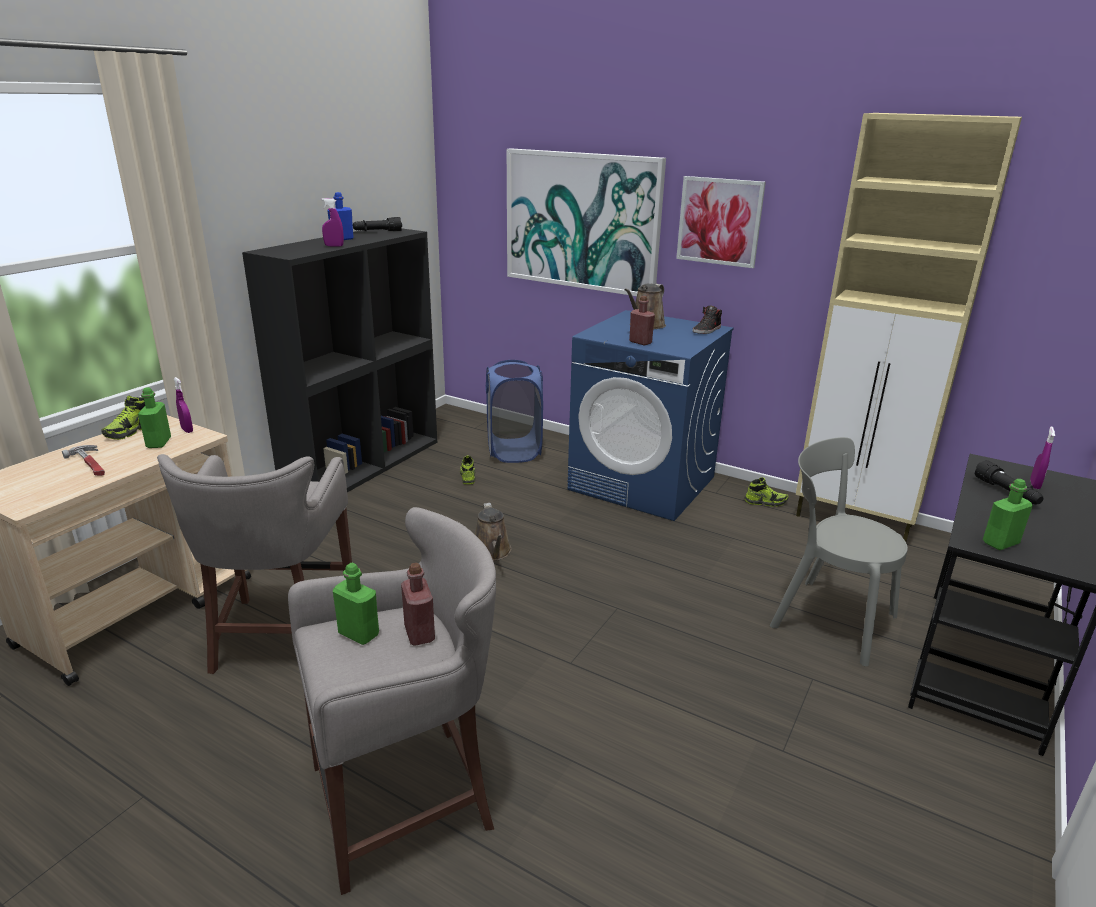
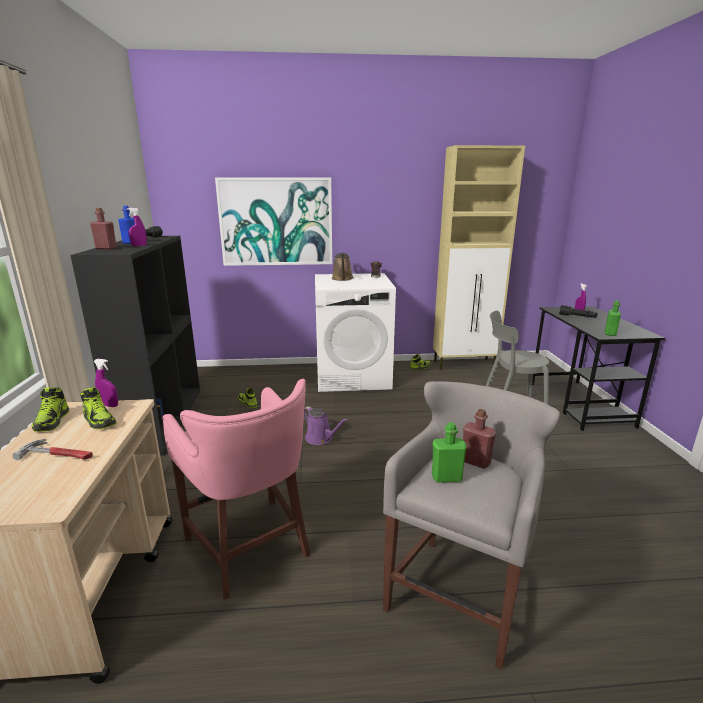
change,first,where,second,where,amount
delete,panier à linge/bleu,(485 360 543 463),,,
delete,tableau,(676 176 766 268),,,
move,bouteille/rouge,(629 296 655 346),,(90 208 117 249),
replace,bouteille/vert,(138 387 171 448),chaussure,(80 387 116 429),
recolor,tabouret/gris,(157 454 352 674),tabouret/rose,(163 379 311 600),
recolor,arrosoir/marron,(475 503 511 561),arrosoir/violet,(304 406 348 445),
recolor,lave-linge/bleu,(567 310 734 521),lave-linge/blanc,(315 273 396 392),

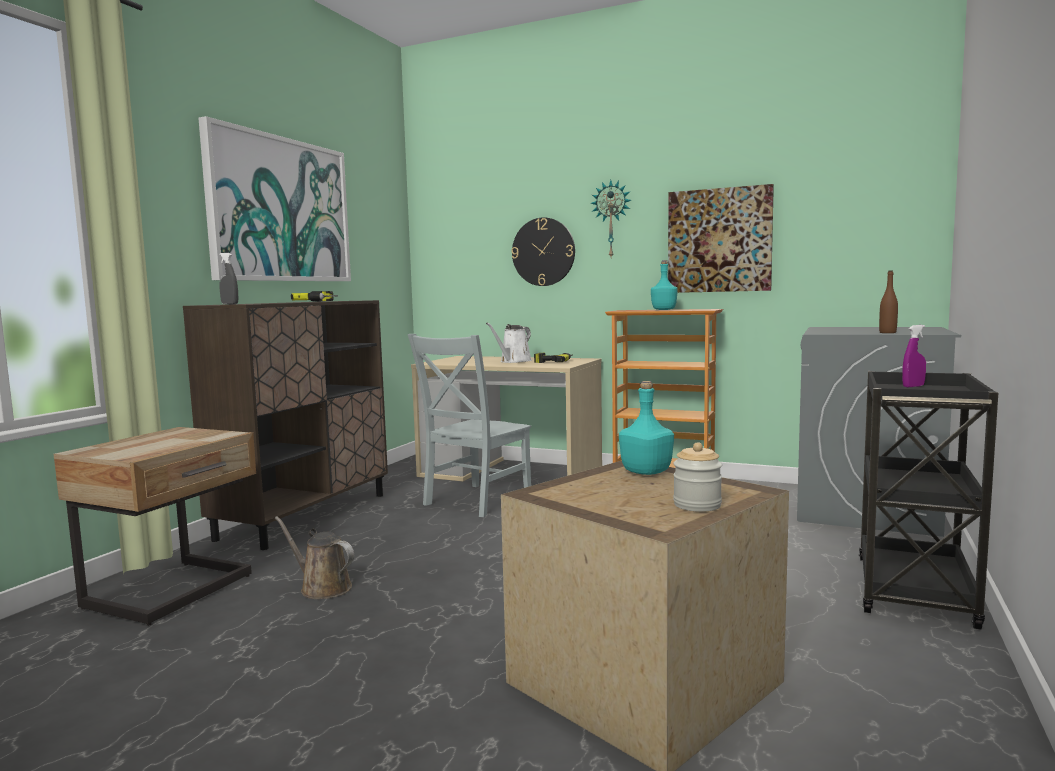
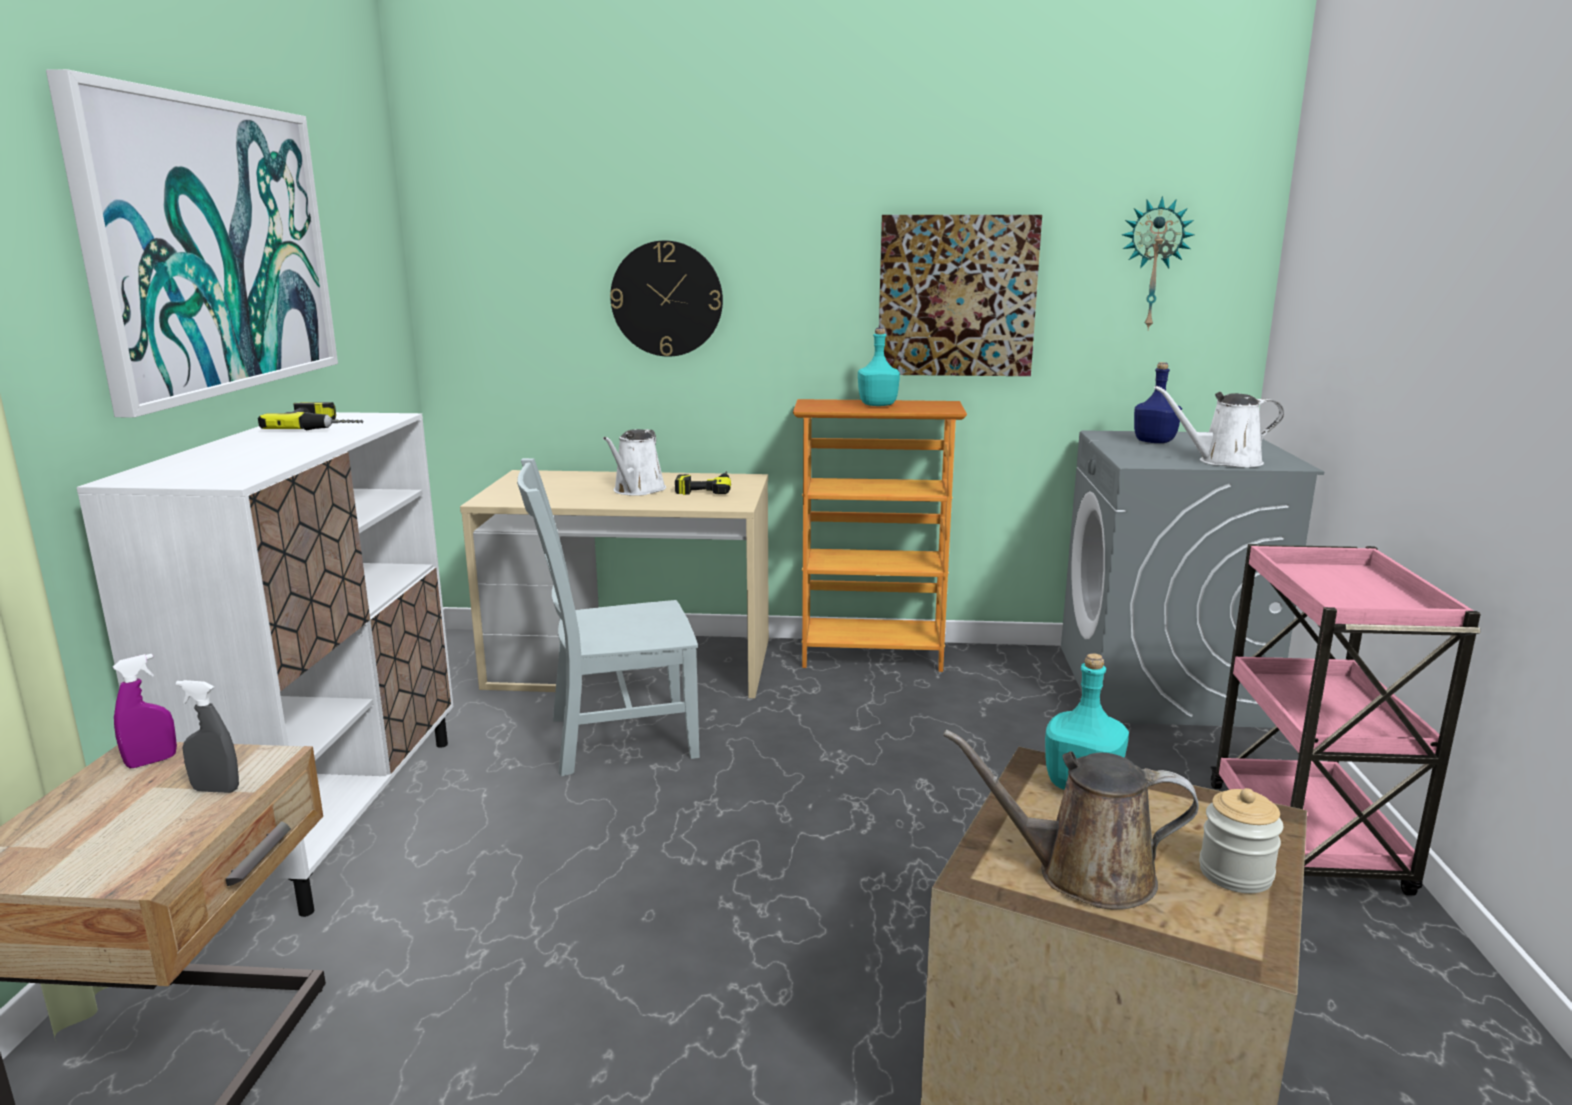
change,first,where,second,where,amount
insert,,,bouteille/bleu,(1134 362 1182 443),
move,vaporisateur/gris,(219 253 238 304),,(176 680 239 793),
move,arrosoir/marron,(275 516 355 599),,(943 730 1199 910),
move,horloge murale,(590 180 631 257),,(1122 196 1195 330),
move,vaporisateur/violet,(902 325 926 387),,(113 654 177 768),
replace,bouteille/marron,(879 270 898 333),arrosoir/blanc,(1154 386 1284 467),
recolor,meuble de rangement/marron,(183 300 388 550),meuble de rangement/blanc,(76 412 453 917),
recolor,chariot/noir,(859 371 998 629),chariot/rose,(1210 544 1481 896),
rotate,chaise/gris,(408 334 531 517),,(517 458 700 777),60 degrees clockwise

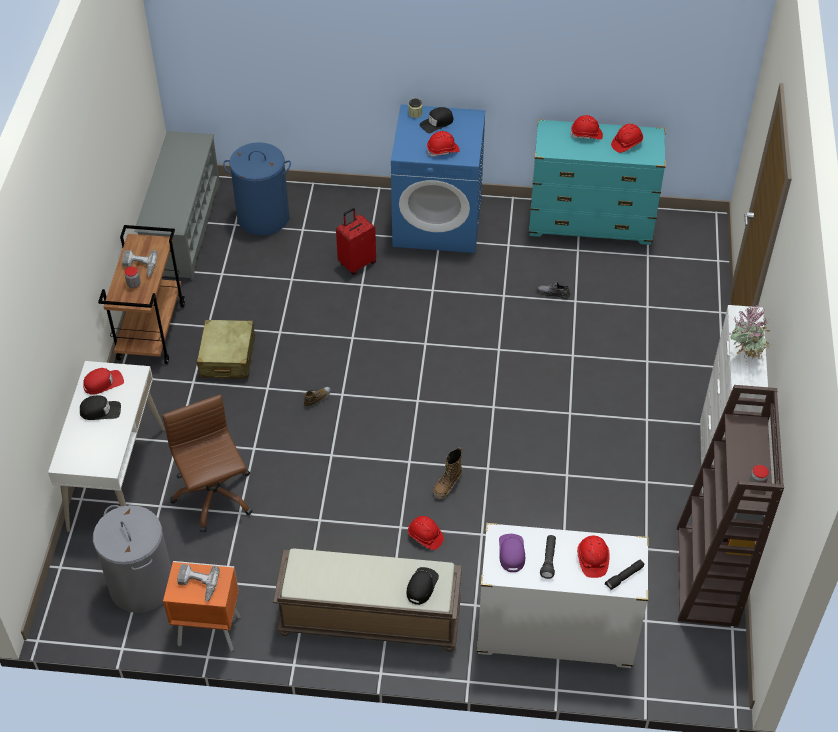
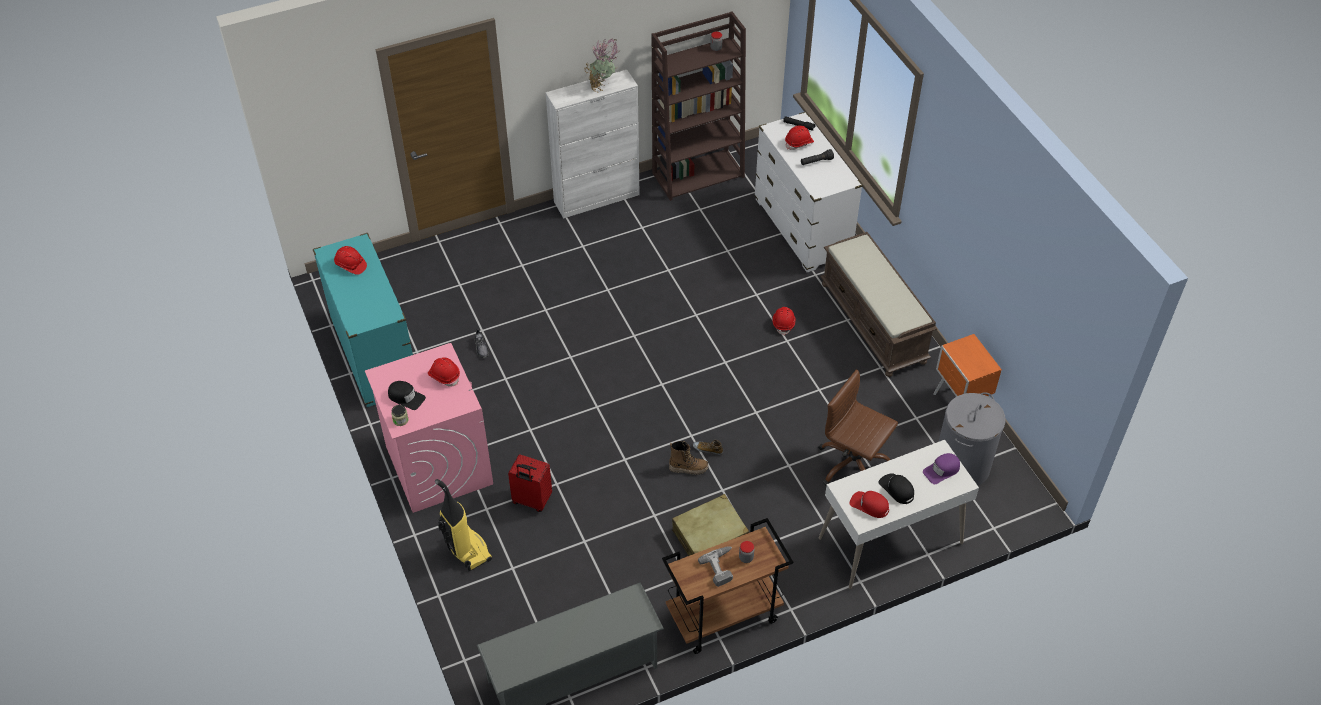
change,first,where,second,where,amount
delete,perceuse,(177 564 219 602),,,
delete,panier à linge/bleu,(223 142 291 235),,,
delete,casquette/noir,(406 567 439 605),,,
delete,casque de chantier/rouge,(570 115 603 140),,,
insert,,,aspirateur,(435 479 492 572),
move,botte,(433 447 462 499),,(669 441 708 475),
move,casquette/violet,(499 534 525 572),,(923 453 960 484),
recolor,lave-linge/bleu,(391 104 485 253),lave-linge/rose,(365 343 493 513),
rotate,chaise de bureau/marron,(162 395 252 532),,(818 369 898 486),90 degrees clockwise

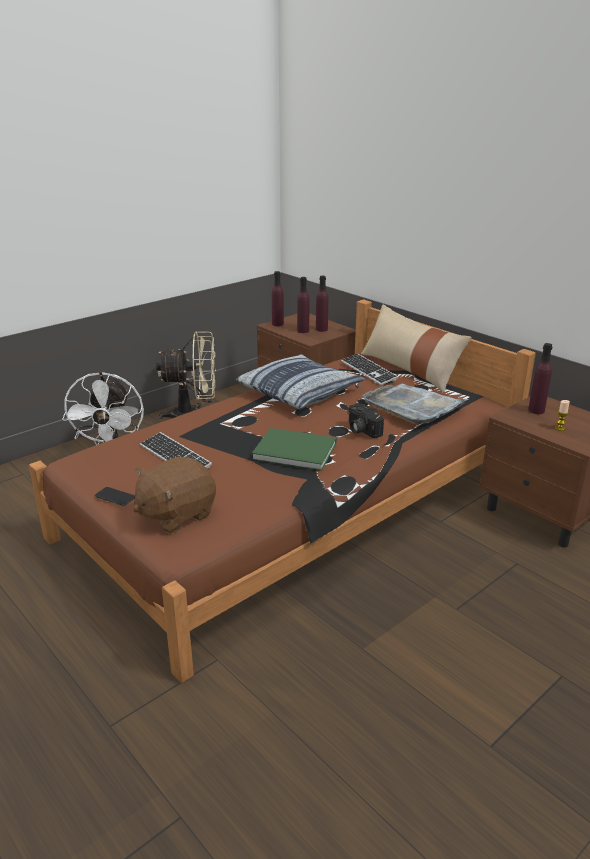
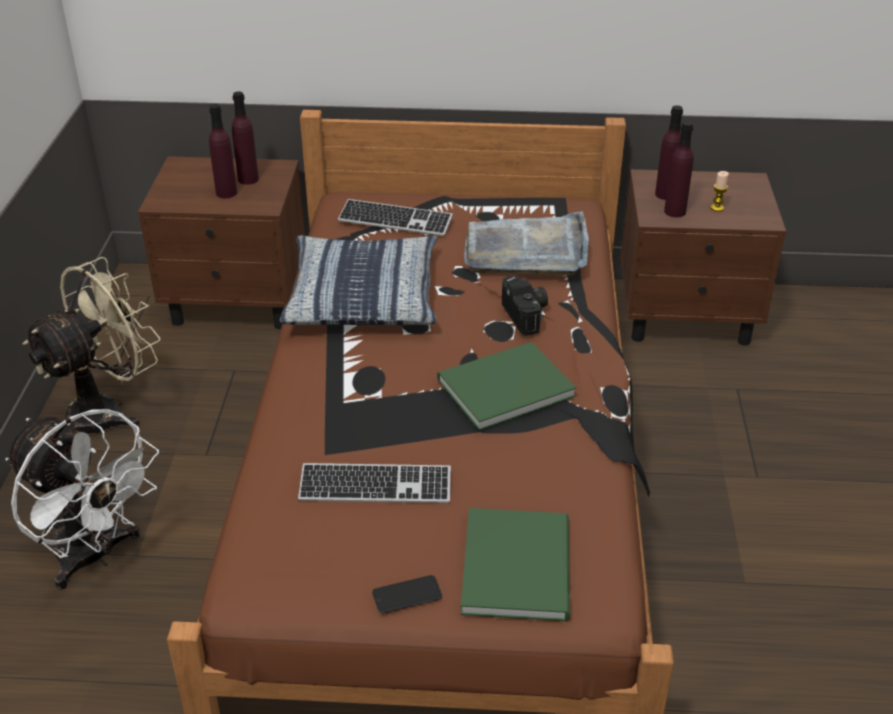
change,first,where,second,where,amount
delete,coussin/beige,(361 304 472 392),,,
move,bouteille/violet,(272 271 284 326),,(664 121 694 217),
replace,peluche/marron,(133 456 216 534),livre/vert,(461 508 570 621),
rotate,appareil photo,(347 404 384 438),,(502 275 548 336),120 degrees counterclockwise

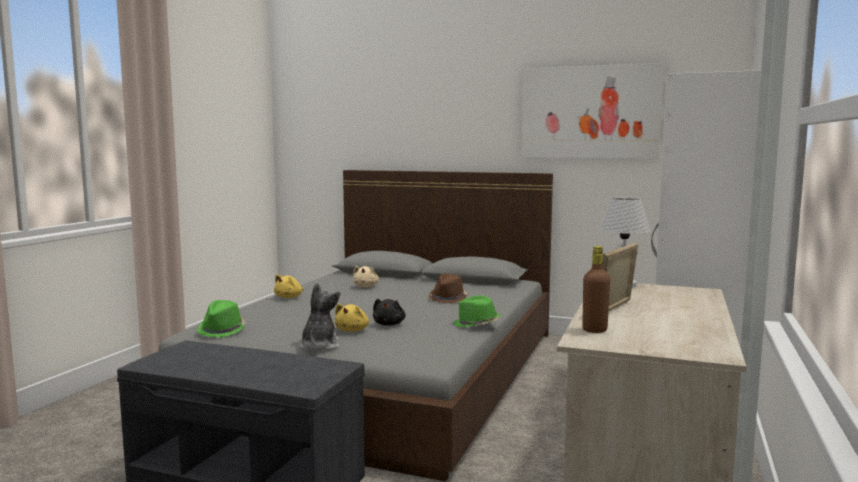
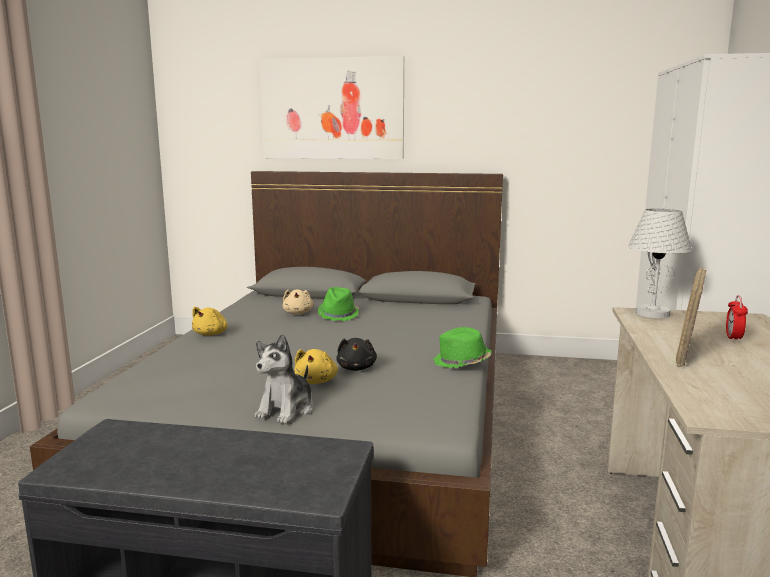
change,first,where,second,where,amount
delete,chapeau/marron,(429 273 468 303),,,
delete,bouteille/marron,(582 246 610 333),,,
insert,,,réveil,(726 295 748 342),
move,chapeau/vert,(196 300 246 338),,(318 287 359 321),
move,tableau,(522 63 664 158),,(259 56 404 159),
rotate,peluche,(300 283 340 351),,(255 334 313 424),150 degrees counterclockwise

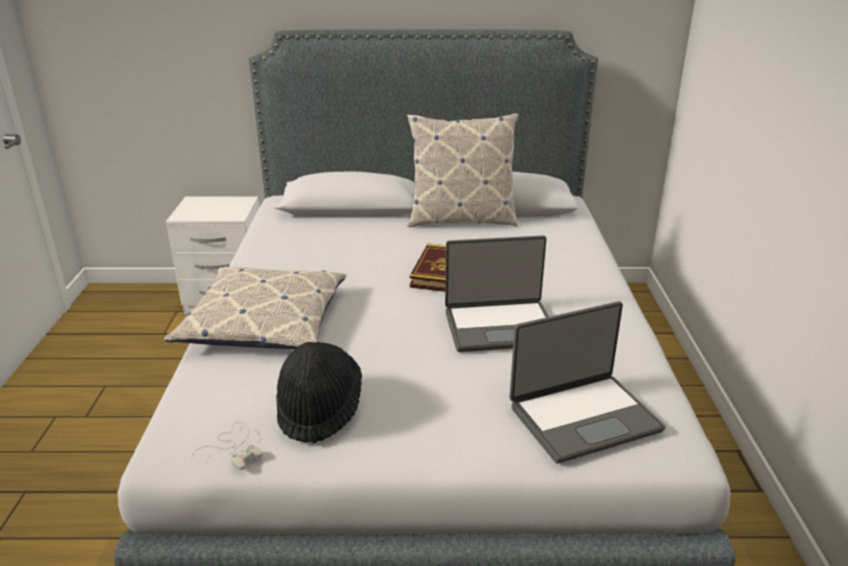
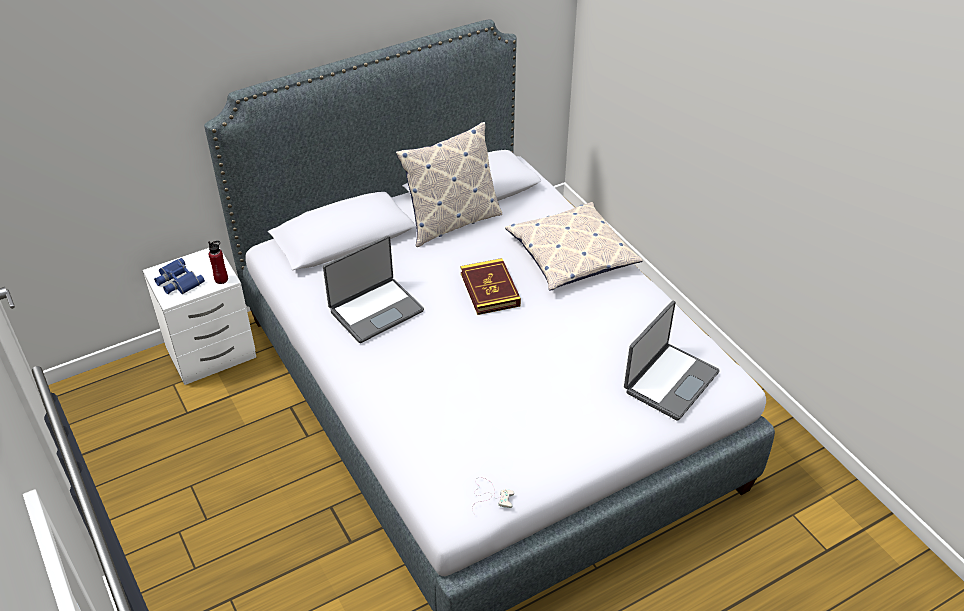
change,first,where,second,where,amount
delete,chapeau/noir,(276 342 362 443),,,
insert,,,jumelles/bleu,(154 258 205 294),
insert,,,bouteille/rouge,(208 241 228 284),
move,coussin,(164 266 347 349),,(505 202 643 291),
move,ordinateur portable,(445 235 549 352),,(323 236 424 343),

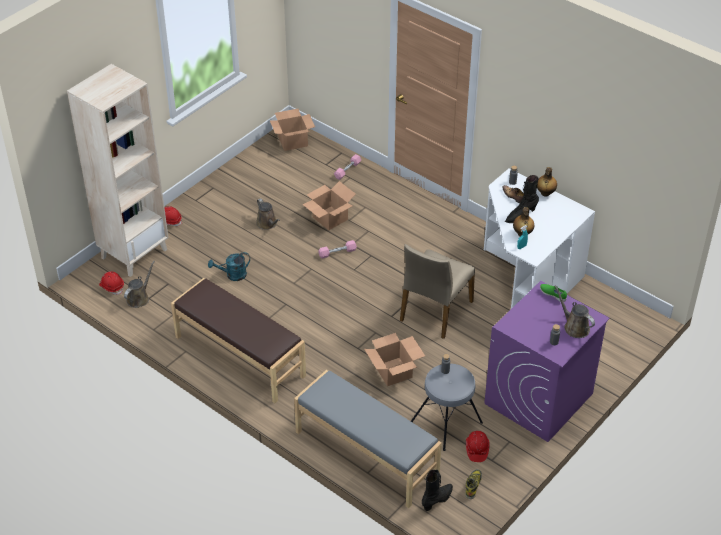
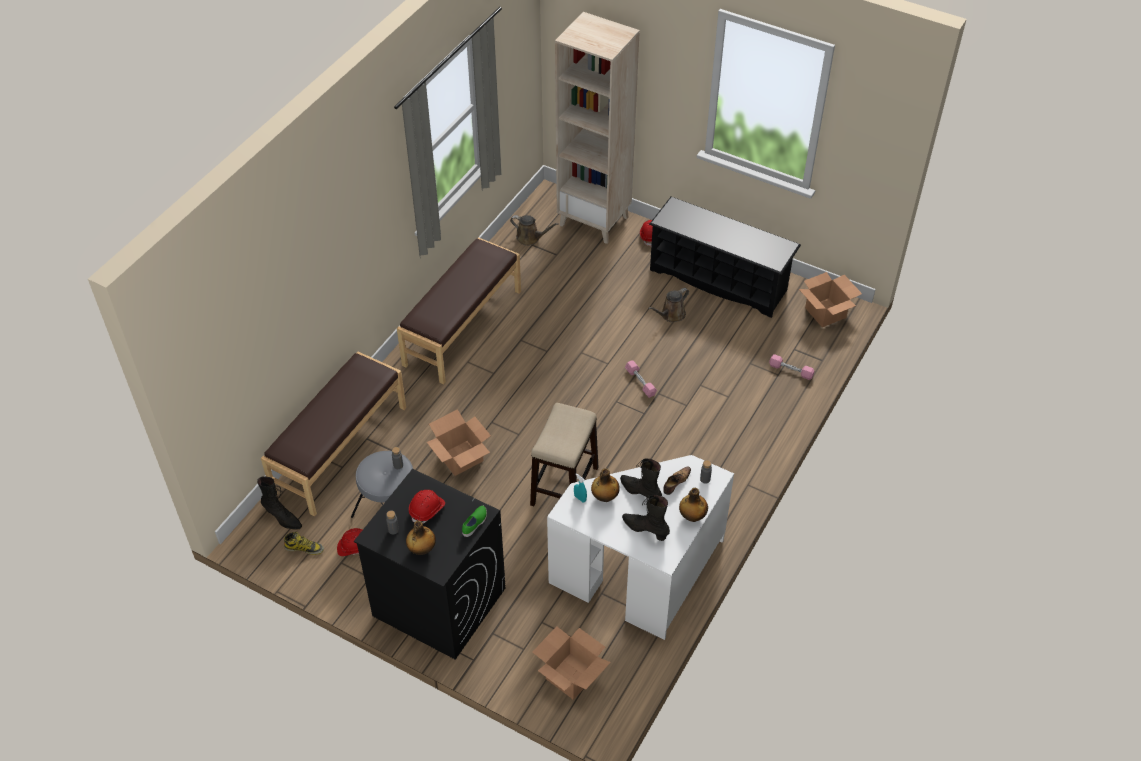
change,first,where,second,where,amount
delete,arrosoir/turquoise,(208 252 250 281),,,
insert,,,botte/noir,(622 495 670 541),
insert,,,étagère à chaussures/noir,(649 197 801 318),
move,casque de chantier/rouge,(99 271 124 295),,(409 490 445 523),
move,carton,(302 181 356 230),,(532 626 611 700),
replace,chaise/beige,(400 244 475 339),tabouret,(530 403 598 506),
replace,arrosoir/marron,(554 285 595 338),bouteille,(406 520 436 555),
recolor,banc/gris,(294 370 442 508),banc/marron,(261 352 406 517),
recolor,lave-linge/violet,(484 281 610 442),lave-linge/noir,(354 469 506 660),

